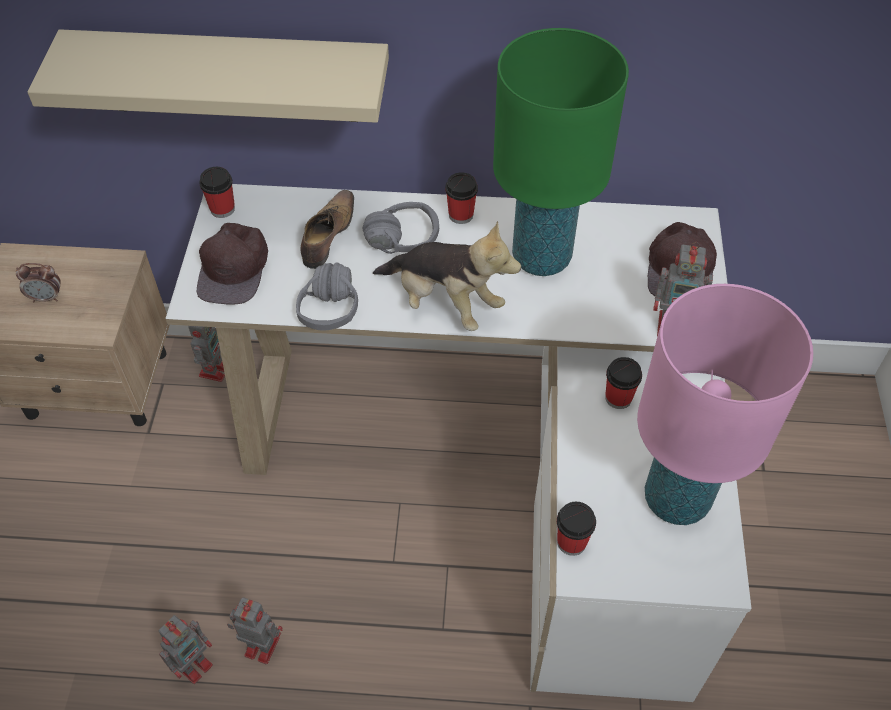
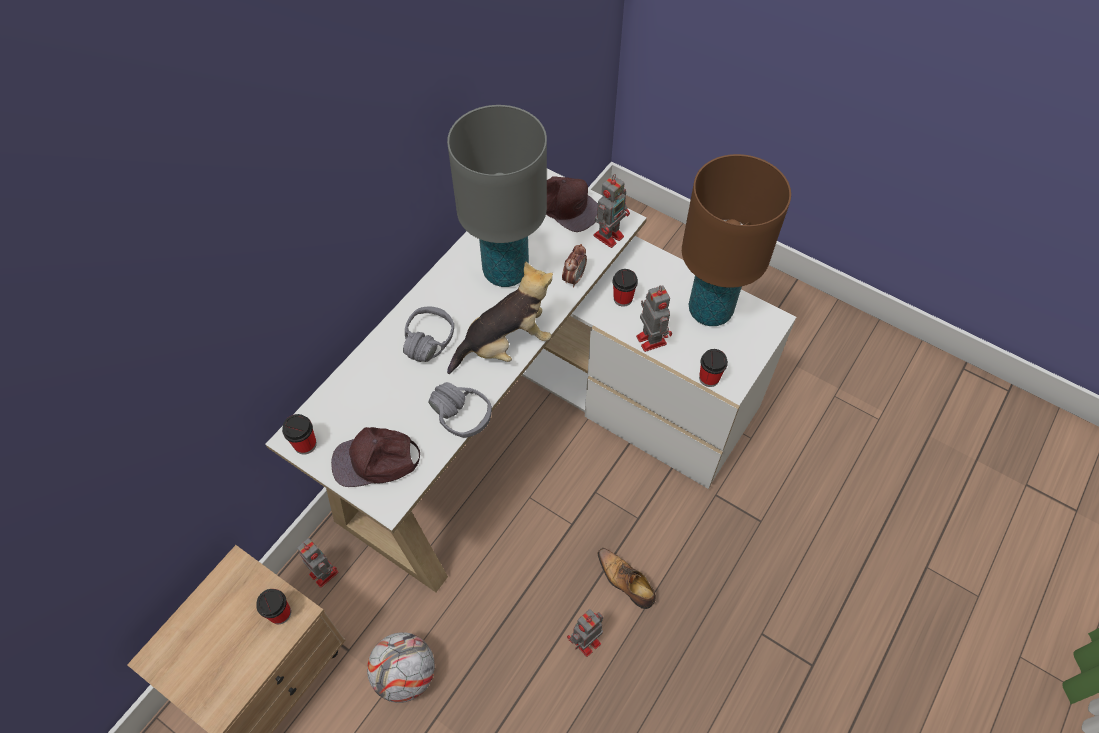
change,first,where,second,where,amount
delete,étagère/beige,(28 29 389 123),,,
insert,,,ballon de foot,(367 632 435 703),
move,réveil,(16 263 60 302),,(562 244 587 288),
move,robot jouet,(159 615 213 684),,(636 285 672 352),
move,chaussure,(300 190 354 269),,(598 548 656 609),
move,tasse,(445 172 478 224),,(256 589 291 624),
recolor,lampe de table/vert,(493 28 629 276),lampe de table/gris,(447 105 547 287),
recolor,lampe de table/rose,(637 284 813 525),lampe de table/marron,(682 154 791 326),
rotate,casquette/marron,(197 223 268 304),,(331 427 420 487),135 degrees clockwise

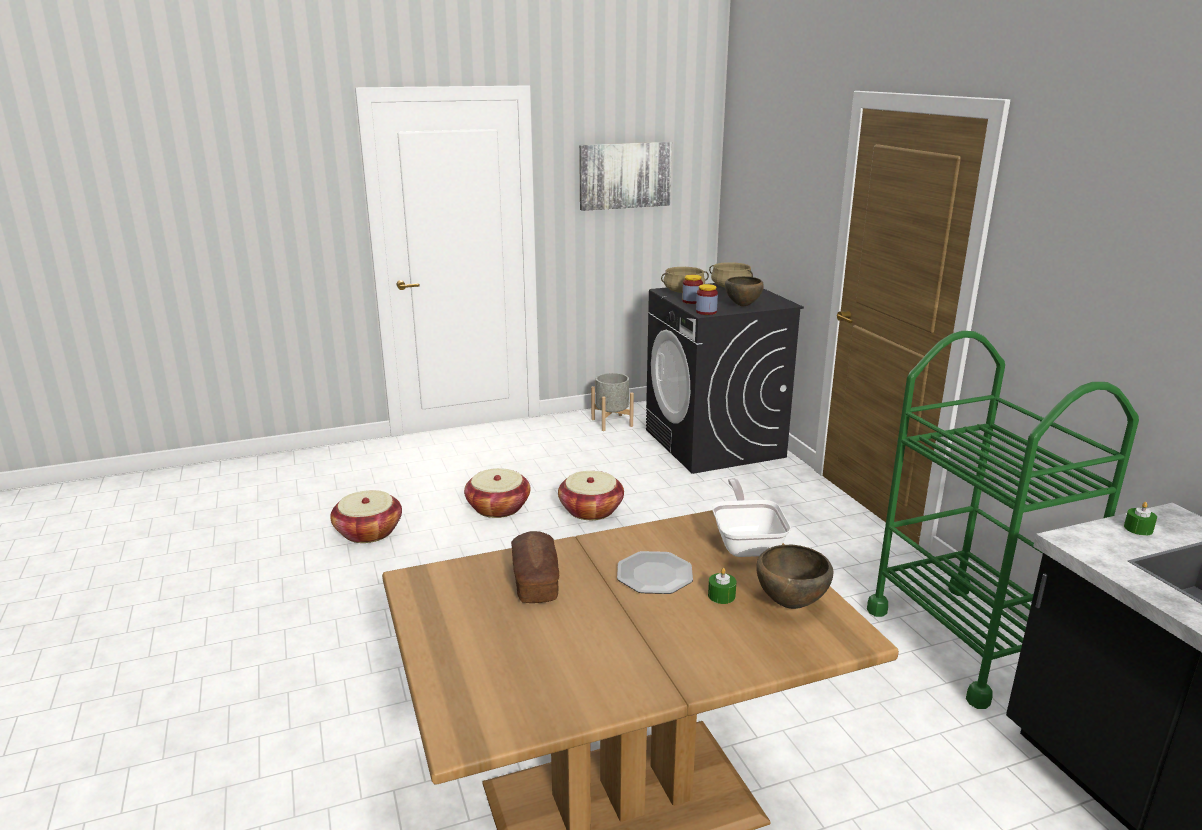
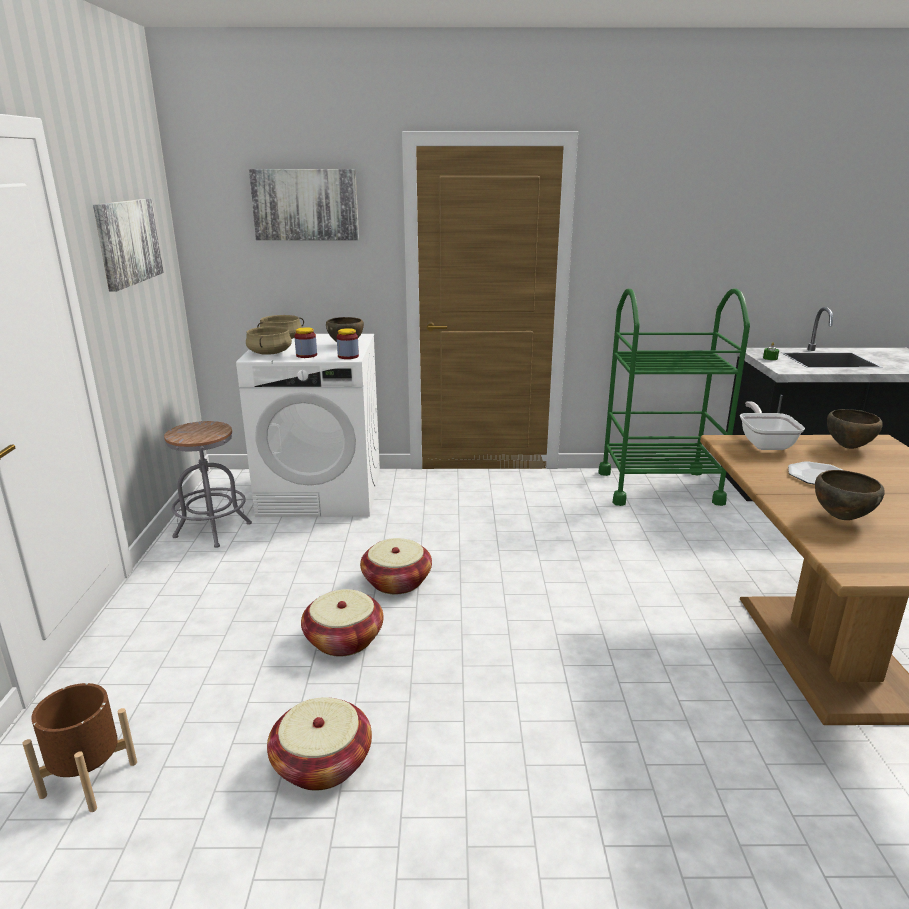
change,first,where,second,where,amount
delete,bougie/vert,(708 568 736 604),,,
insert,,,cache-pot/marron,(22 683 137 812),
insert,,,tableau,(249 169 359 240),
replace,pain,(511 531 559 603),bol/marron,(815 470 885 520),
replace,cache-pot/gris,(591 373 634 431),tabouret/gris,(164 421 252 548),
recolor,lave-linge/noir,(646 283 804 474),lave-linge/blanc,(236 334 380 517),
rotate,poêle,(712 478 791 557),,(740 402 805 450),75 degrees clockwise

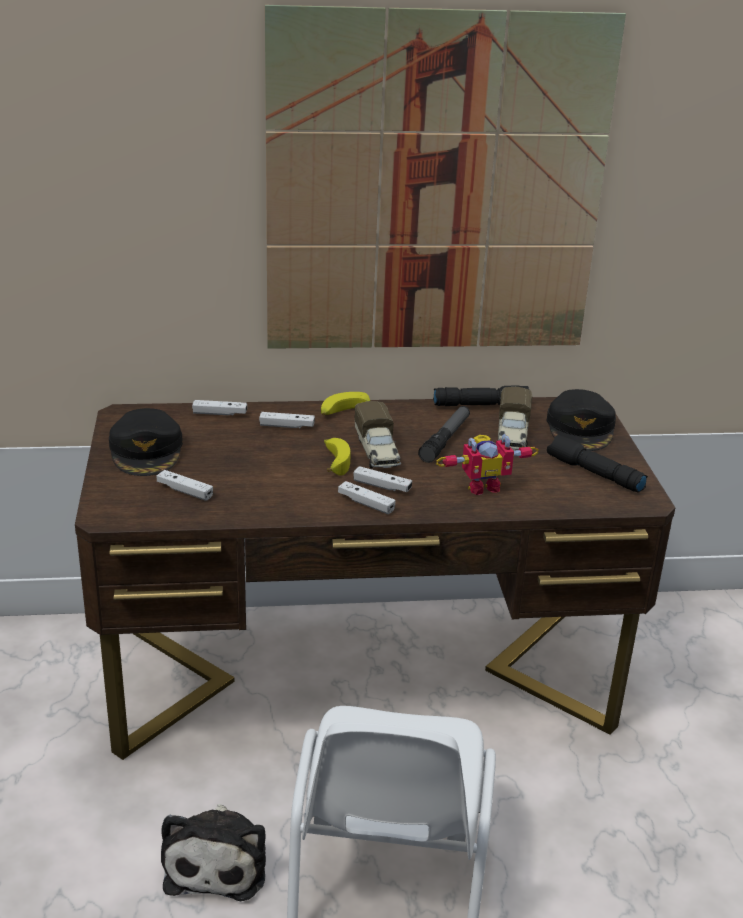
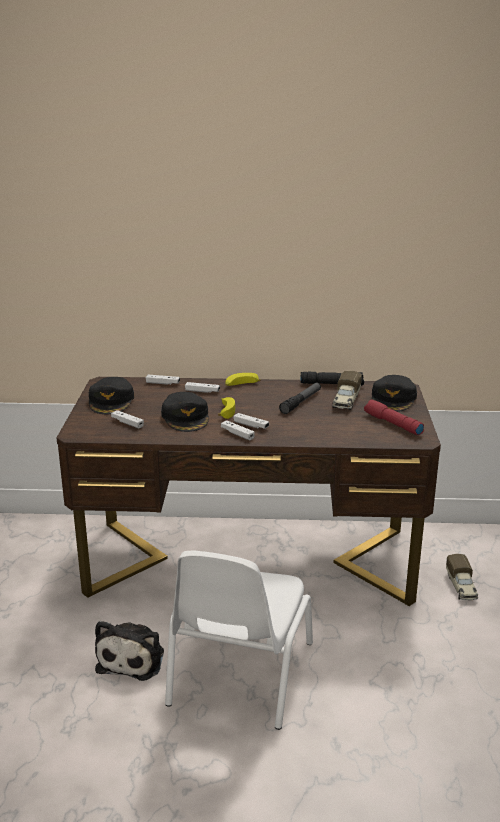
change,first,where,second,where,amount
delete,tableau,(265 5 626 349),,,
delete,robot jouet,(436 434 539 495),,,
insert,,,casquette/noir,(161 392 209 432),
move,camion jouet,(354 401 401 469),,(446 554 478 601),
recolor,lampe de poche/noir,(547 435 648 493),lampe de poche/rouge,(364 400 424 435),

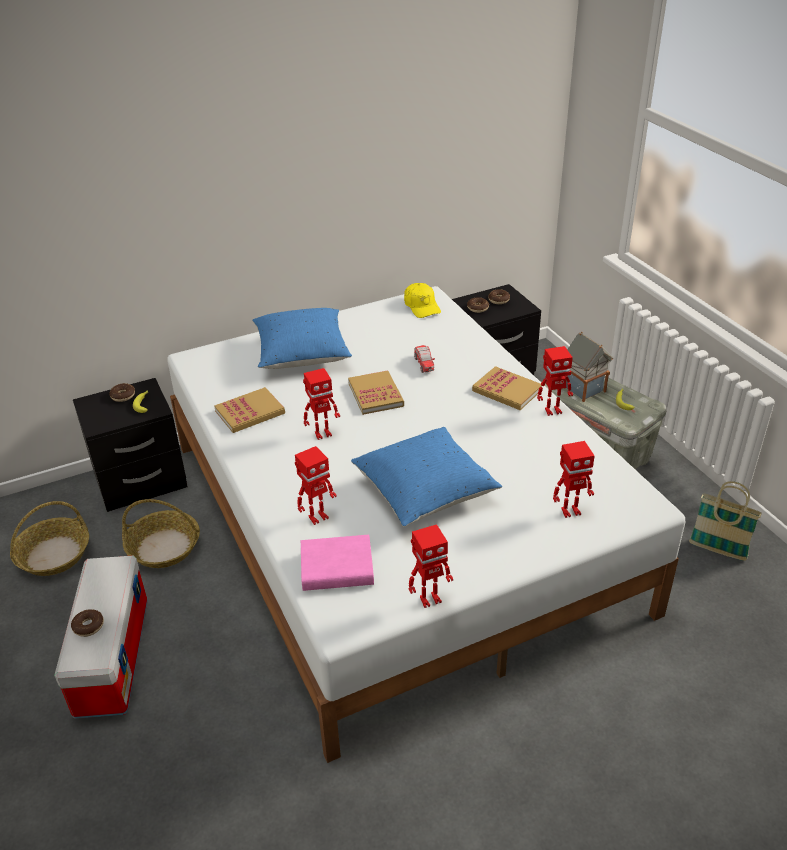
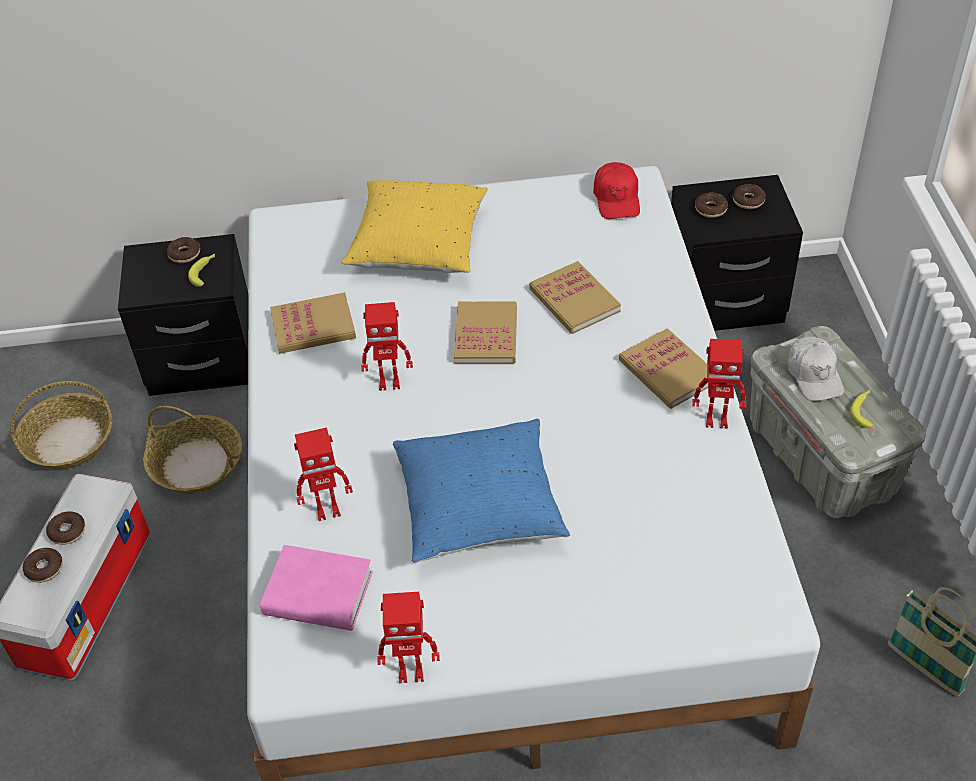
change,first,where,second,where,amount
delete,robot jouet,(553 441 595 518),,,
insert,,,beignet,(46 511 85 545),
replace,petite voiture,(414 345 435 373),livre,(529 261 621 334),
replace,maison miniature,(566 332 613 402),casquette/blanc,(788 337 844 401),
recolor,coussin/bleu,(252 308 352 369),coussin/jaune,(341 180 488 273),
recolor,casquette/jaune,(404 283 441 318),casquette/rouge,(593 162 640 219),

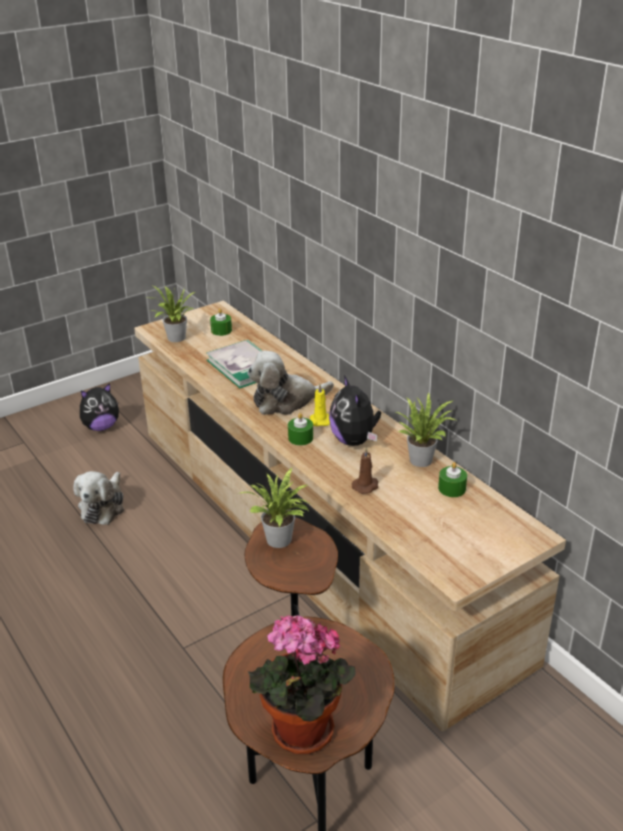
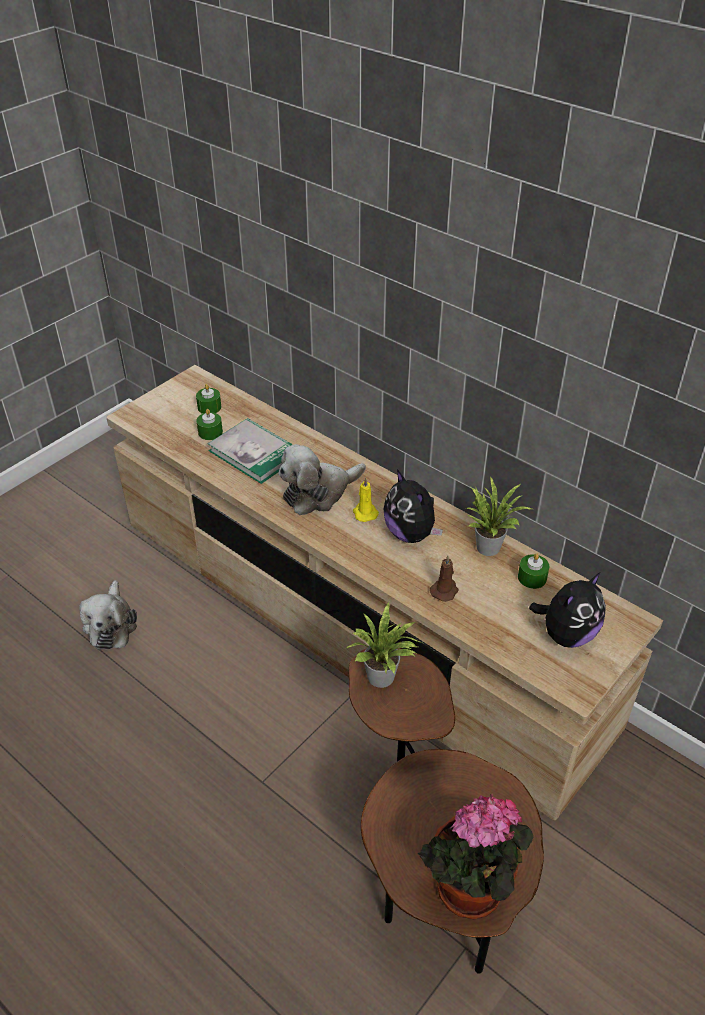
change,first,where,second,where,amount
delete,plante en pot,(146 285 195 342),,,
move,peluche,(80 383 119 431),,(529 572 606 648),
move,bougie/vert,(288 413 313 446),,(196 409 223 440),

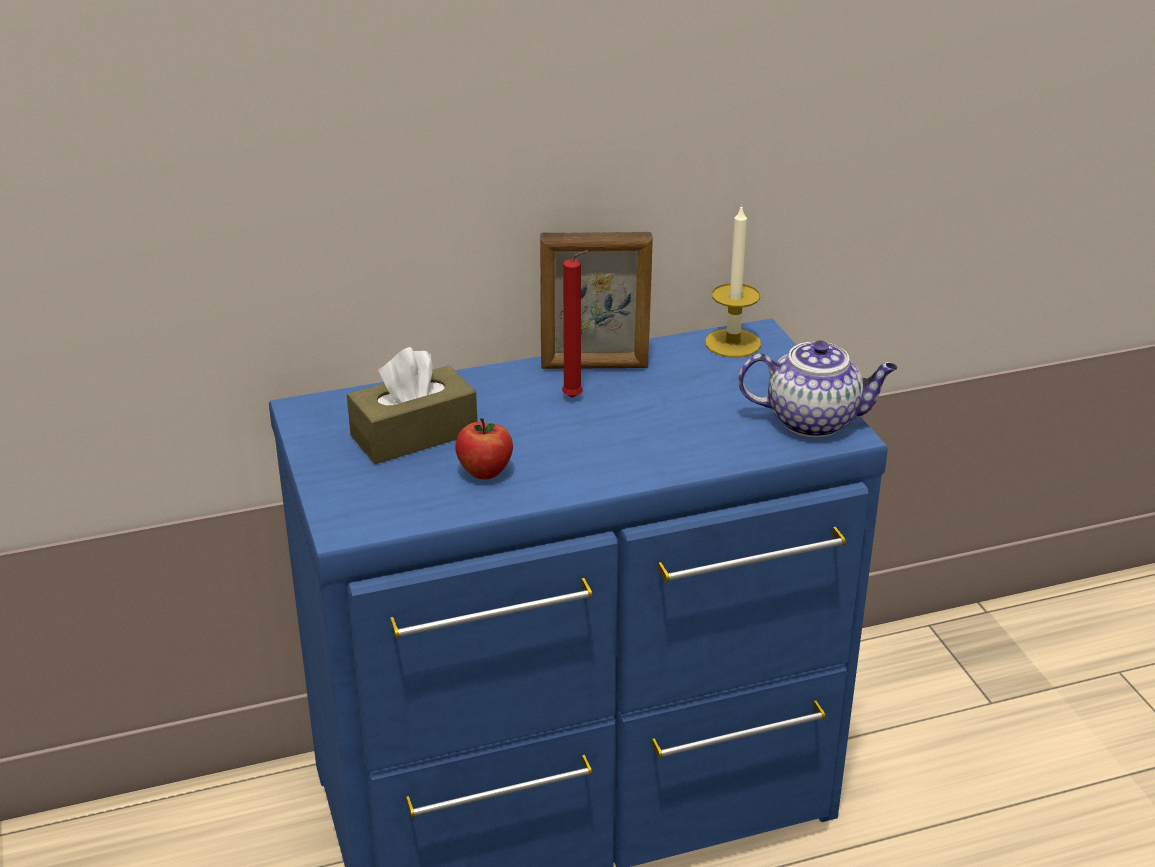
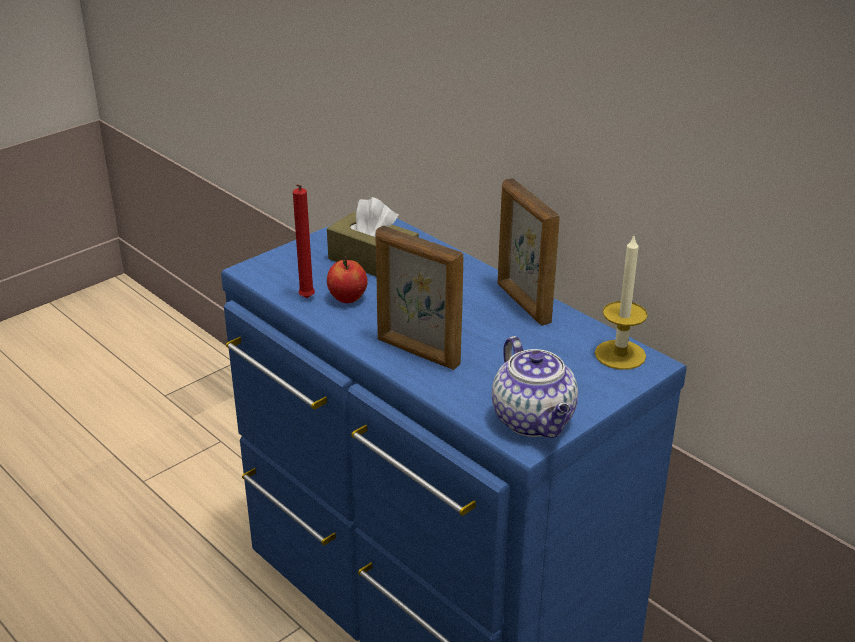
change,first,where,second,where,amount
insert,,,cadre photo,(376 226 464 370),
move,bougie/rouge,(562 251 589 398),,(293 184 315 298),

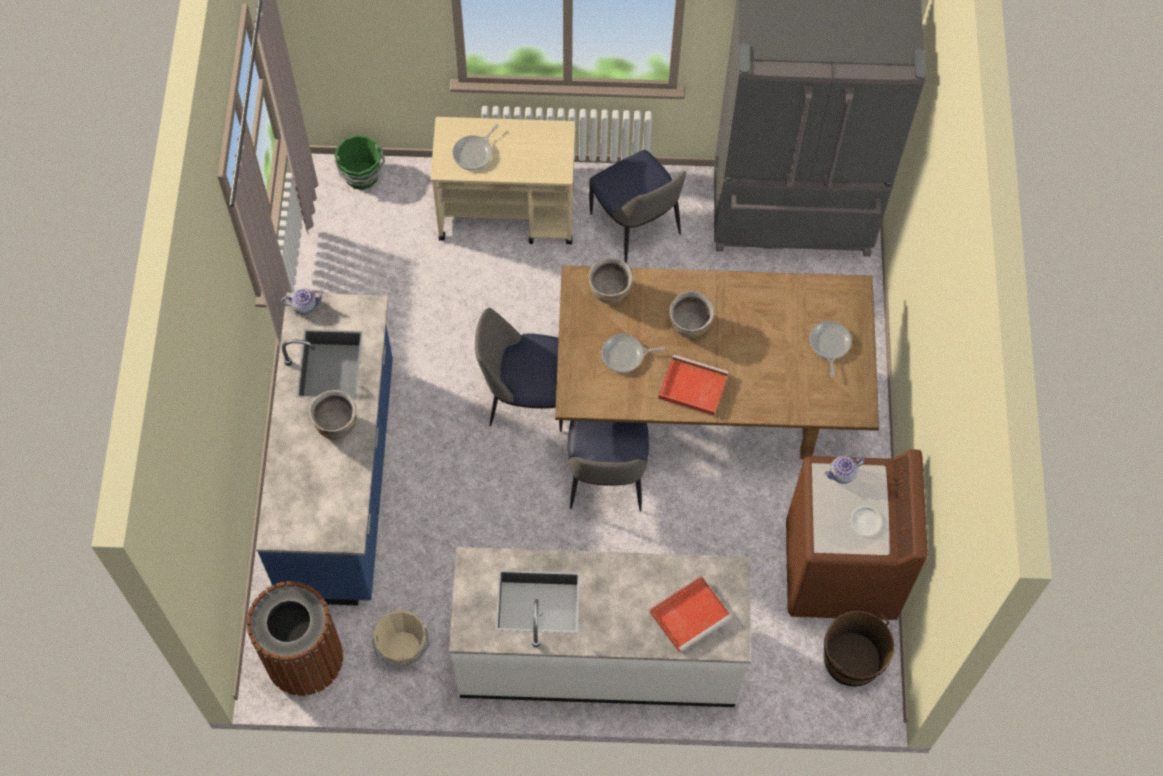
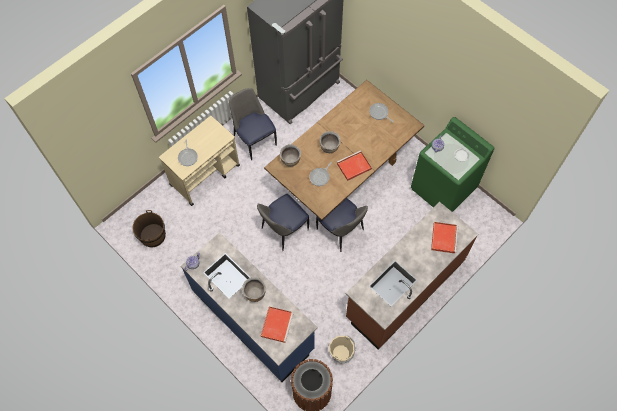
change,first,where,second,where,amount
delete,seau/vert,(335 135 385 190),,,
insert,,,plateau/rouge,(261 307 294 343),
move,seau/marron,(824 611 894 687),,(133 210 166 247),
recolor,comptoir de cuisine/blanc,(449 547 751 707),comptoir de cuisine/marron,(346 202 478 350),
recolor,lave-linge/marron,(786 449 928 620),lave-linge/vert,(411 117 494 212),
rotate,chaise,(589 150 686 263),,(229 88 277 160),135 degrees counterclockwise

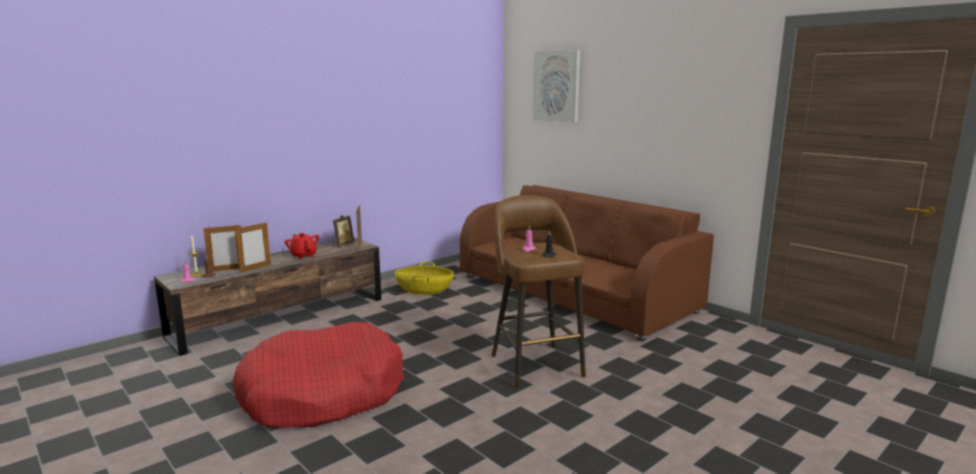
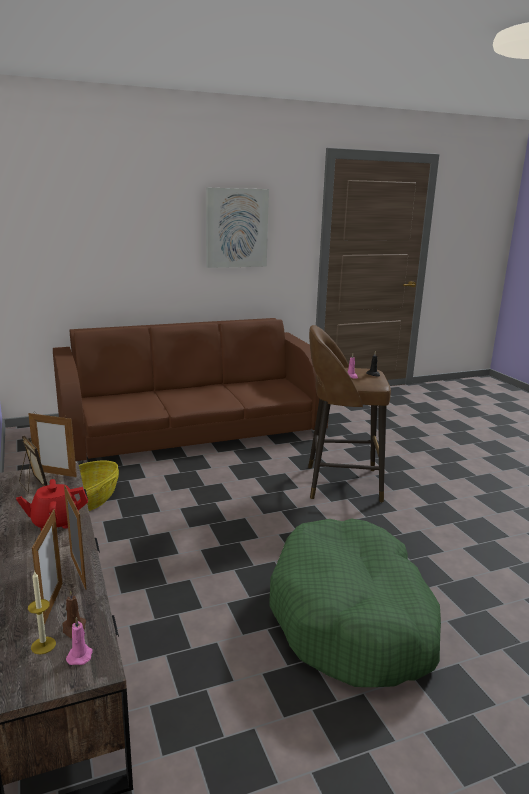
change,first,where,second,where,amount
move,tableau,(533 50 580 122),,(206 187 269 268),
recolor,panier pour chien/rouge,(233 322 404 428),panier pour chien/vert,(269 518 441 687),

